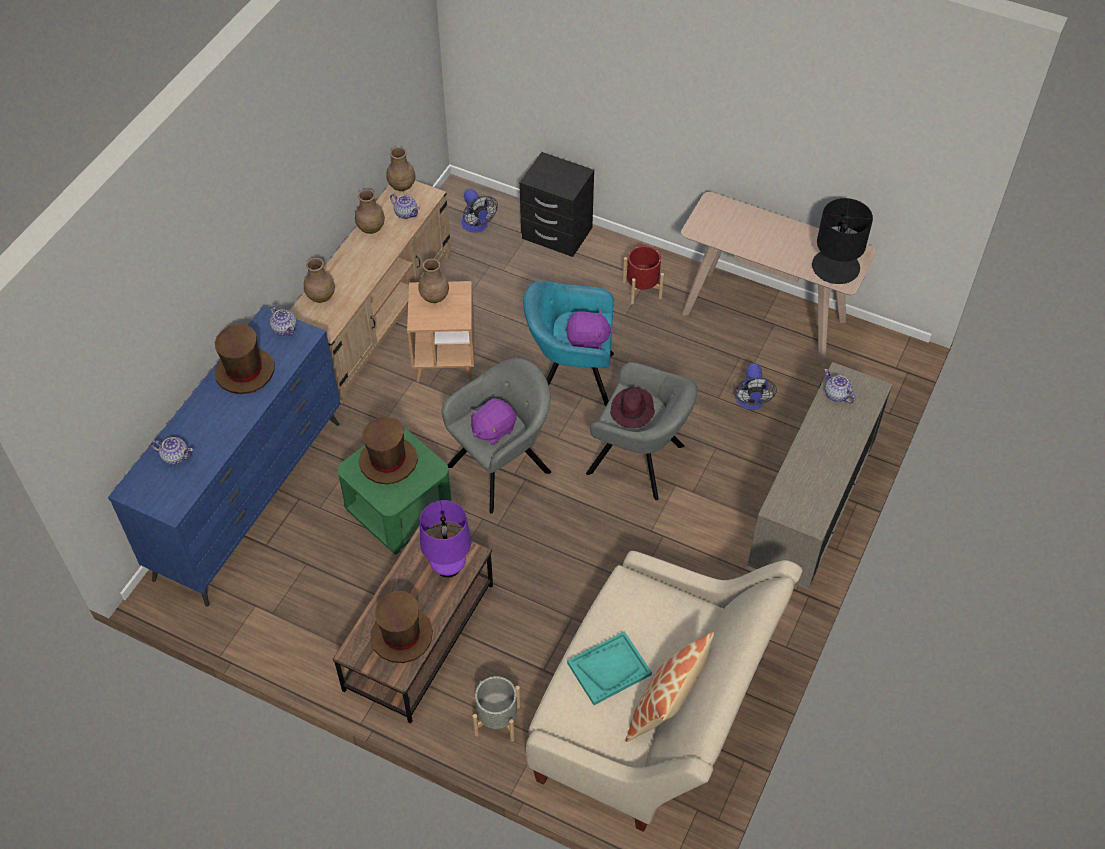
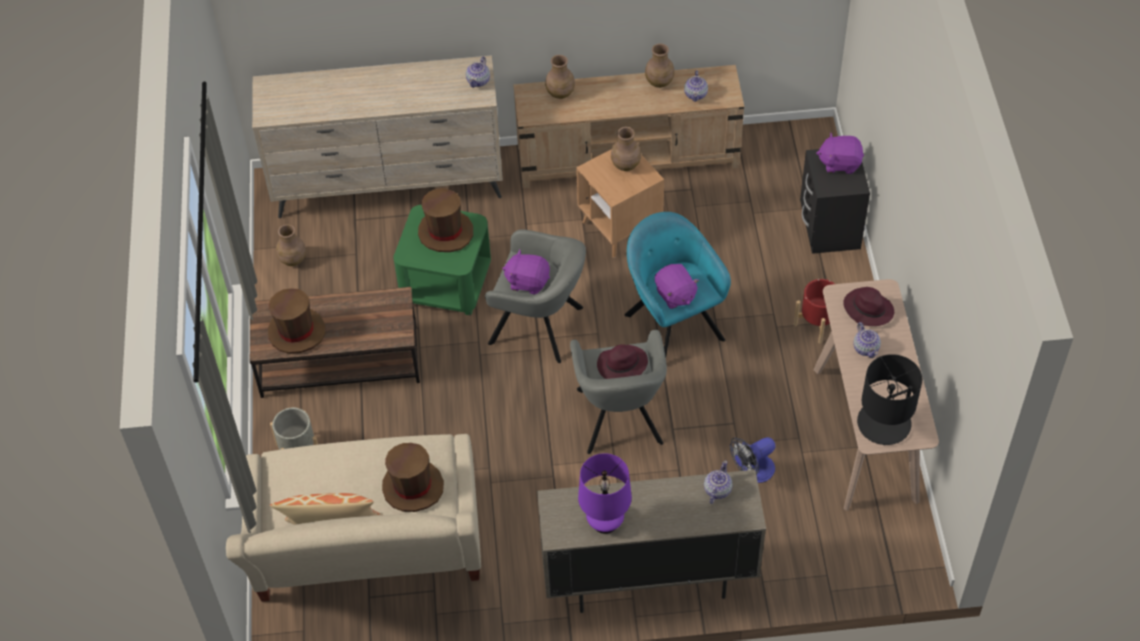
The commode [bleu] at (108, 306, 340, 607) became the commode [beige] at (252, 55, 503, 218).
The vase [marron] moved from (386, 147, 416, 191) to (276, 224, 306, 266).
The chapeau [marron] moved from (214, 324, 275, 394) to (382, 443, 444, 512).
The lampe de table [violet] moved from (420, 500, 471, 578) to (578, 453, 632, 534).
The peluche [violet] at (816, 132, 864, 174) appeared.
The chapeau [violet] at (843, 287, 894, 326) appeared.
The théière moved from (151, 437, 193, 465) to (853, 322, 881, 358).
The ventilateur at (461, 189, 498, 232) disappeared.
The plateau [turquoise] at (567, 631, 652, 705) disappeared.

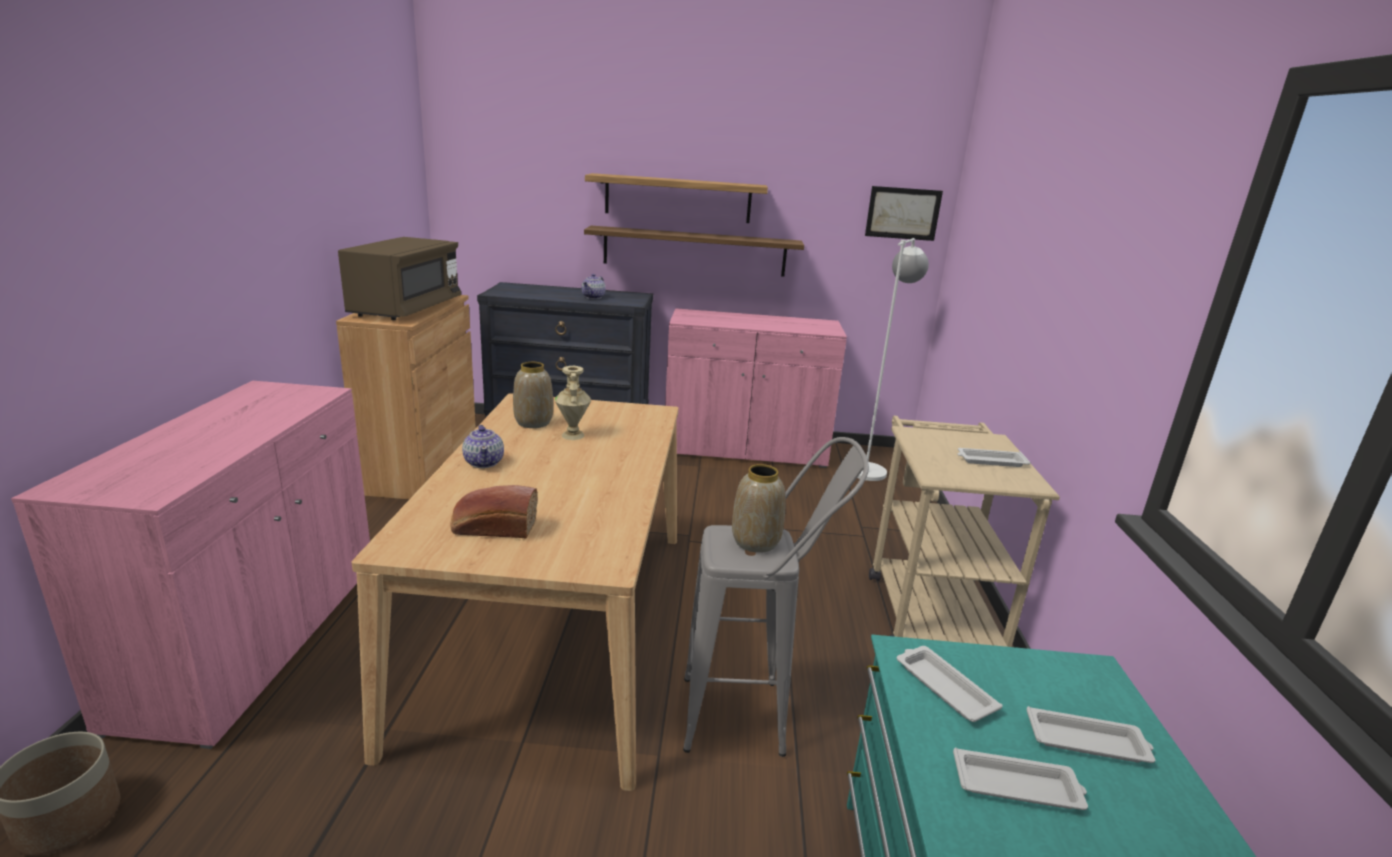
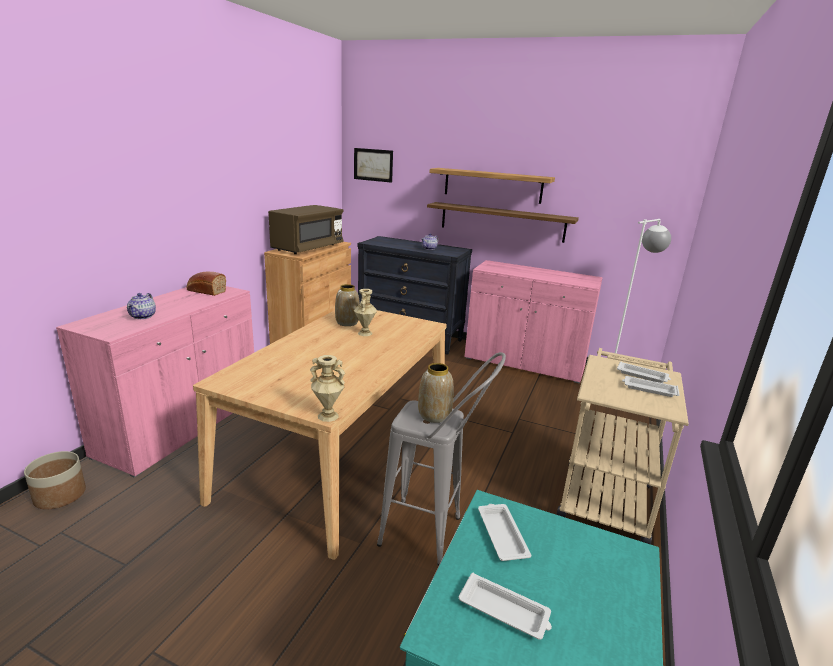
The théière moved from (462, 425, 504, 468) to (127, 293, 156, 319).
The pain moved from (450, 485, 538, 539) to (186, 272, 226, 296).
The vase [beige] at (310, 355, 345, 422) appeared.
The tableau moved from (865, 186, 943, 241) to (354, 148, 393, 183).
The plateau [blanc] moved from (1026, 706, 1155, 763) to (617, 362, 671, 383).

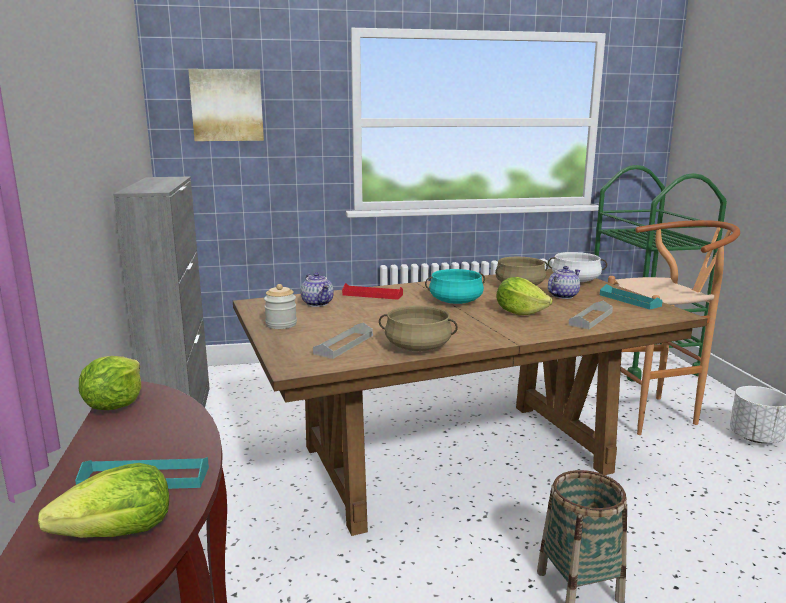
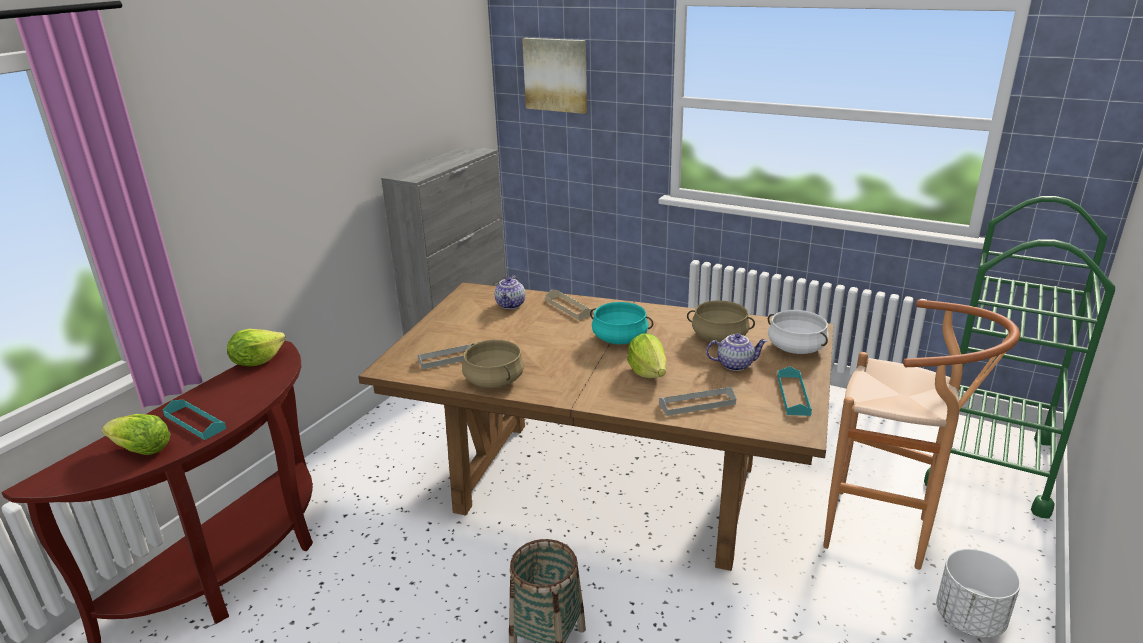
The plateau [rouge] at (342, 283, 403, 300) became the plateau [beige] at (545, 289, 593, 320).
The bocal at (264, 284, 297, 329) disappeared.

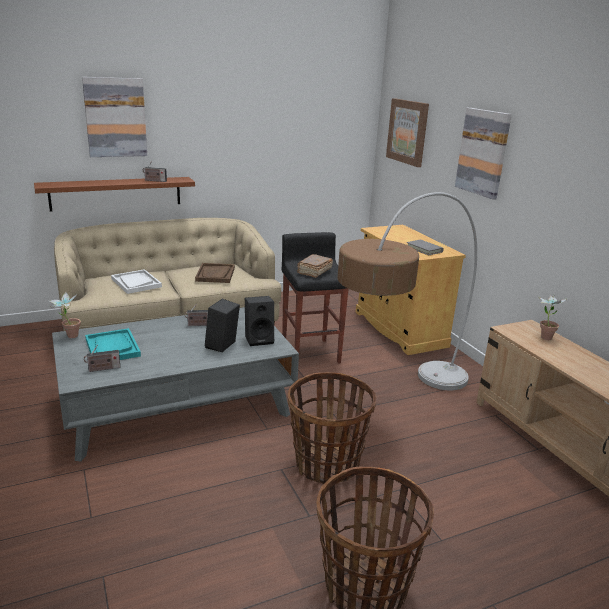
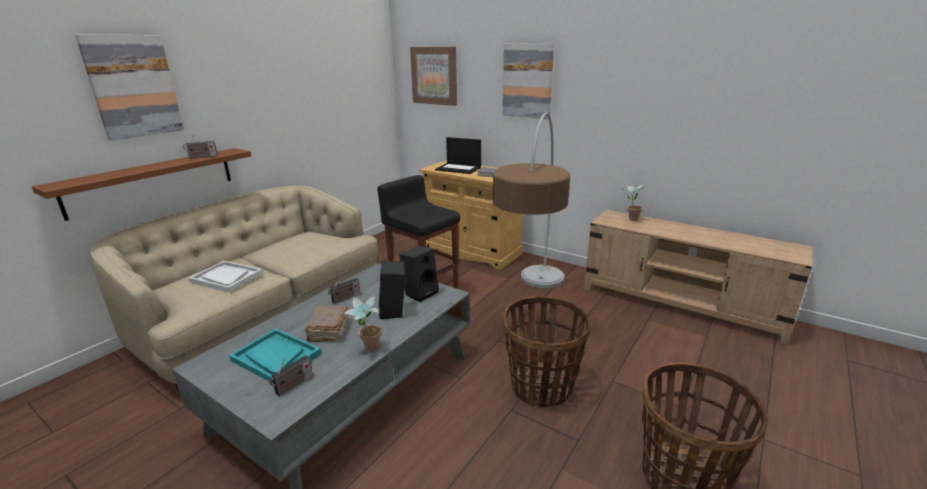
The livre [marron] moved from (297, 254, 333, 278) to (305, 305, 349, 342).
The plante en pot moved from (49, 292, 81, 338) to (343, 294, 382, 351).
The ordinateur portable at (435, 137, 481, 174) appeared.
The plateau [marron] at (195, 263, 235, 283) disappeared.

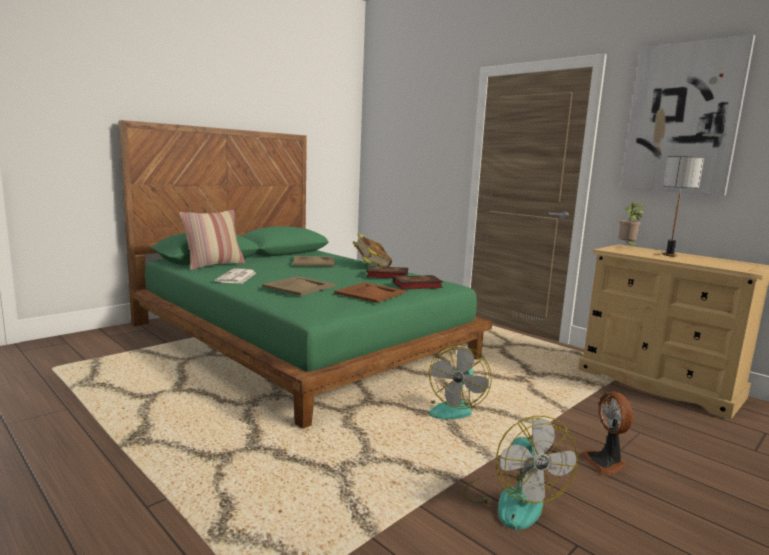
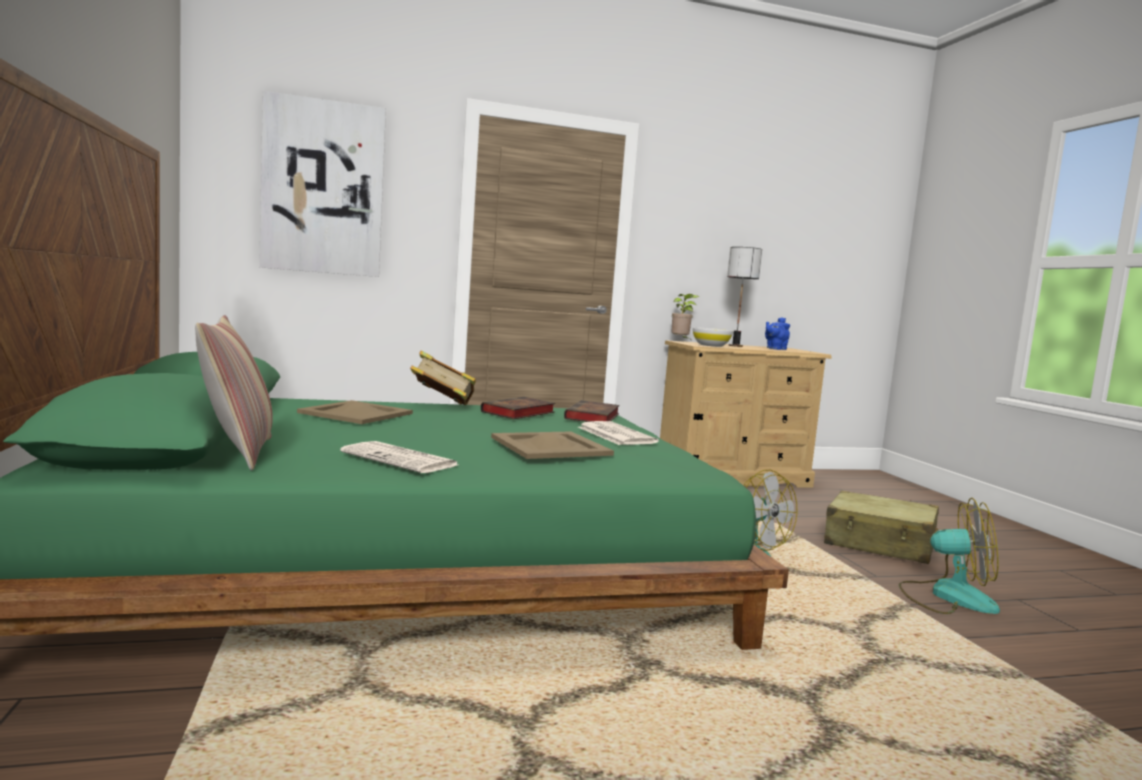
The tableau moved from (621, 34, 755, 195) to (259, 91, 386, 277).
The plateau [marron] at (334, 282, 406, 303) was replaced by the journal at (578, 421, 659, 445).
The bol [blanc] at (693, 327, 733, 347) appeared.
The théière [bleu] at (765, 317, 790, 350) appeared.
The ventilateur at (580, 392, 633, 475) was replaced by the valise [beige] at (824, 490, 939, 564).

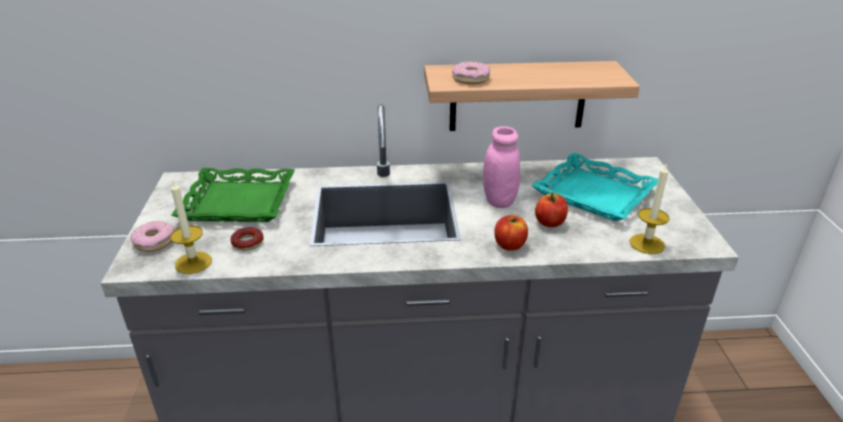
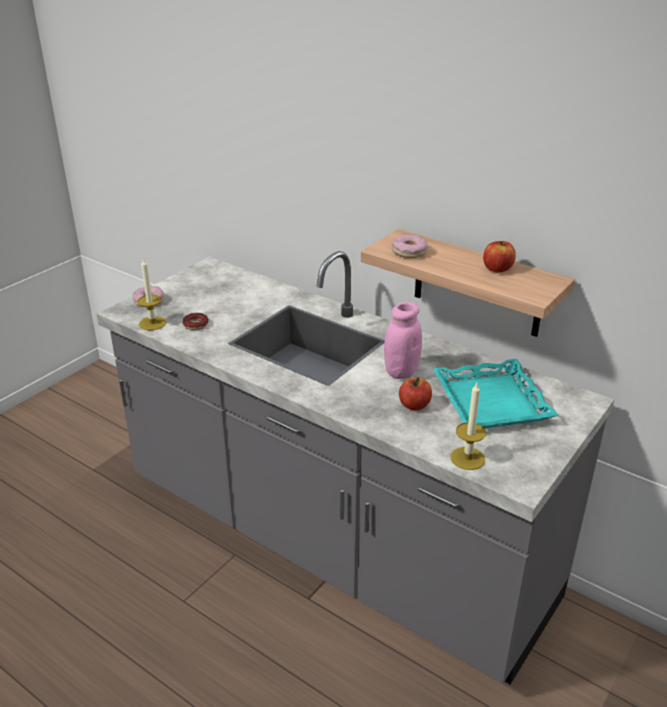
The pomme moved from (494, 215, 528, 251) to (483, 241, 516, 272).
The plateau [vert] at (171, 168, 295, 222) disappeared.

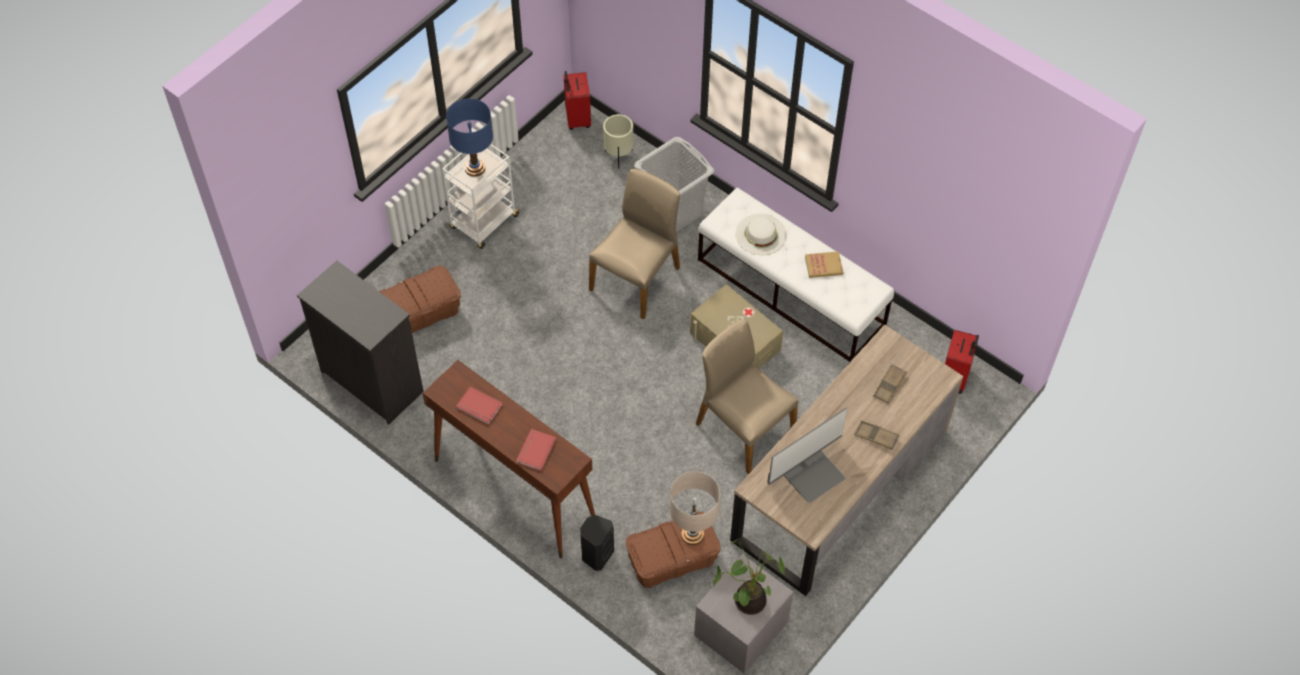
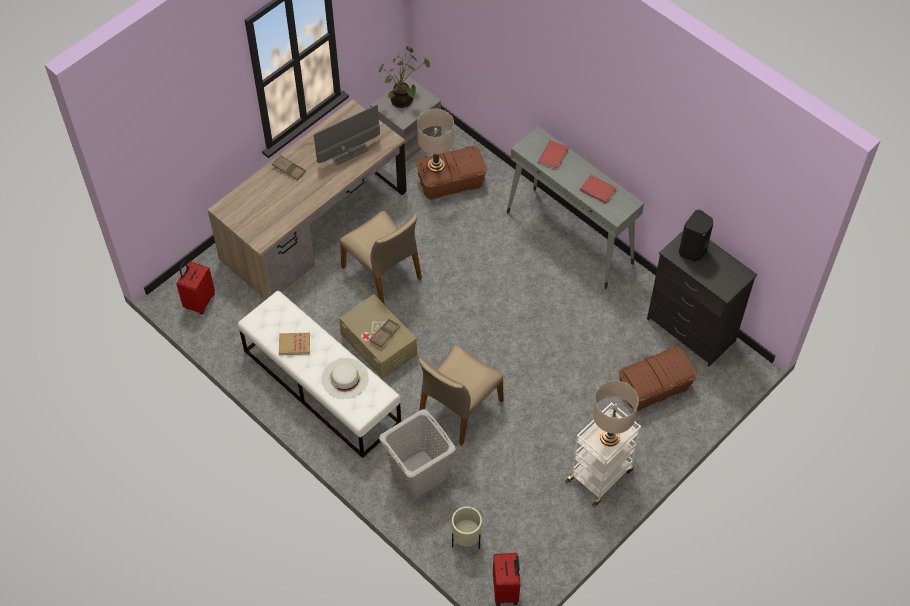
The plateau [marron] moved from (873, 364, 907, 404) to (369, 319, 401, 347).
The table console [marron] at (423, 360, 595, 558) became the table console [gris] at (507, 126, 644, 289).
The lampe de table [bleu] at (446, 99, 493, 177) became the lampe de table [beige] at (593, 381, 639, 447).
The enceinte [noir] moved from (580, 515, 614, 571) to (679, 210, 713, 262).

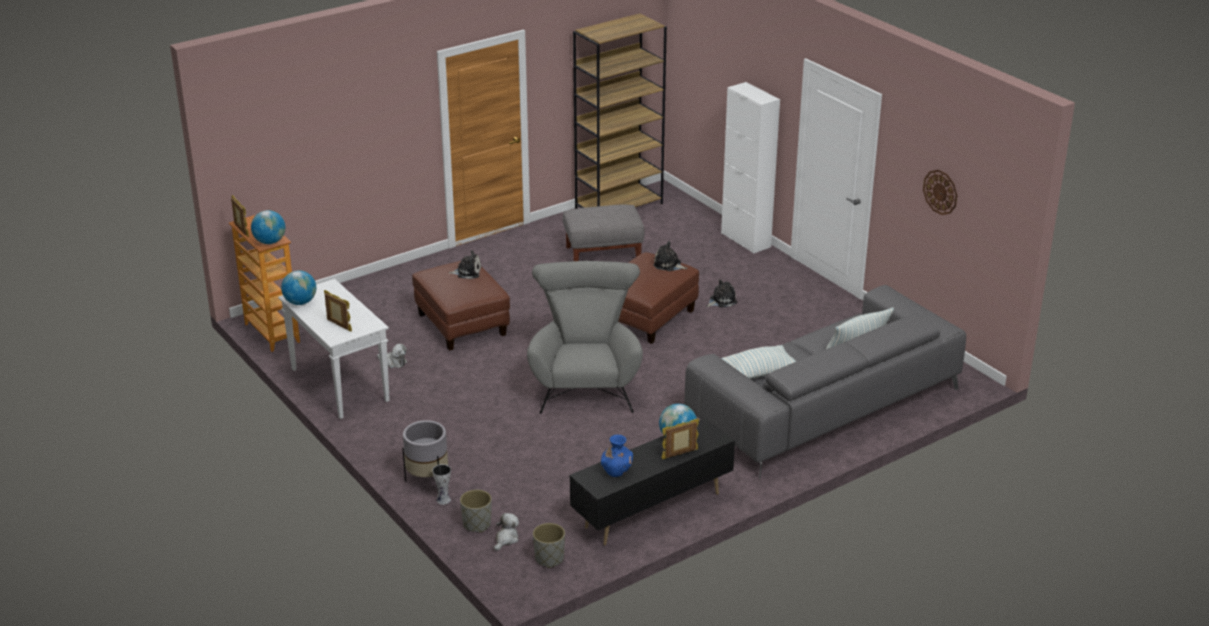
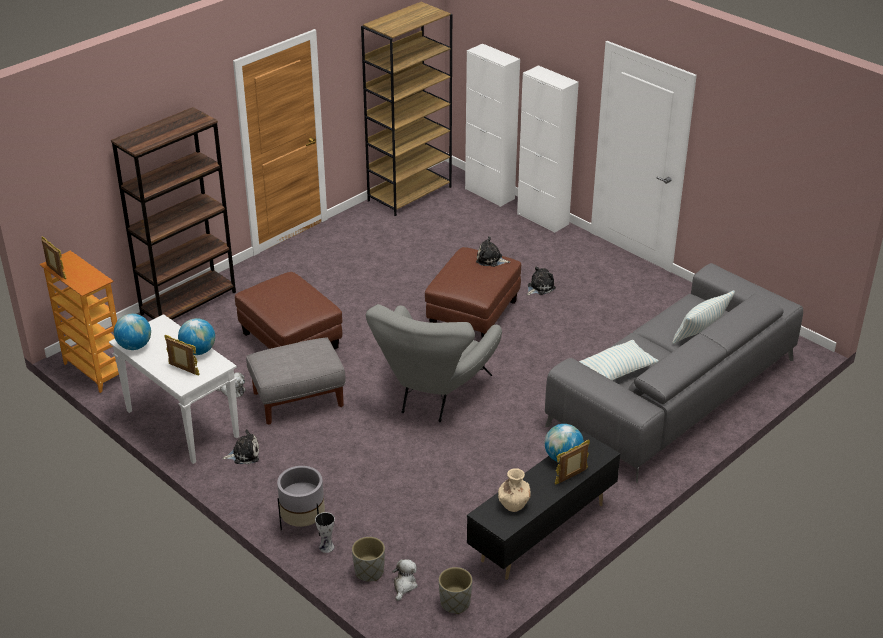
The bibliothèque [marron] at (111, 107, 236, 320) appeared.
The globe moved from (251, 210, 285, 244) to (178, 318, 215, 355).
The peluche moved from (449, 250, 481, 279) to (222, 429, 259, 464).
The pouf [gris] moved from (563, 205, 644, 261) to (246, 337, 346, 424).
The fauteuil [gris] at (527, 261, 643, 414) turned 150 degrees counterclockwise.
The meuble de rangement [blanc] at (465, 44, 520, 207) appeared.
The vase [bleu] at (601, 435, 633, 477) became the vase [beige] at (498, 468, 531, 512).
The horloge murale at (923, 170, 958, 215) disappeared.

